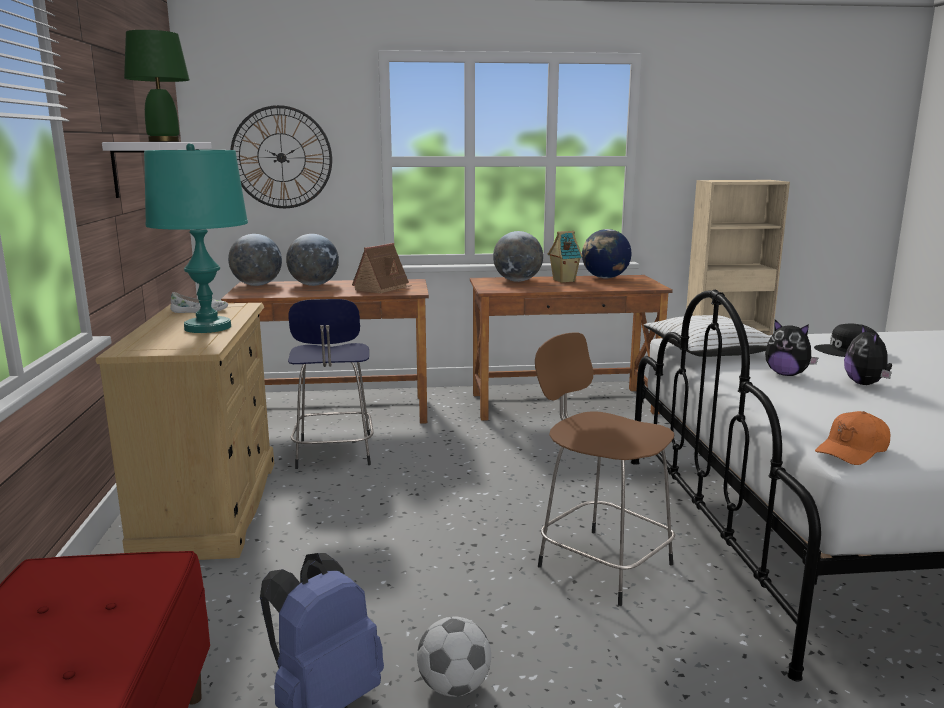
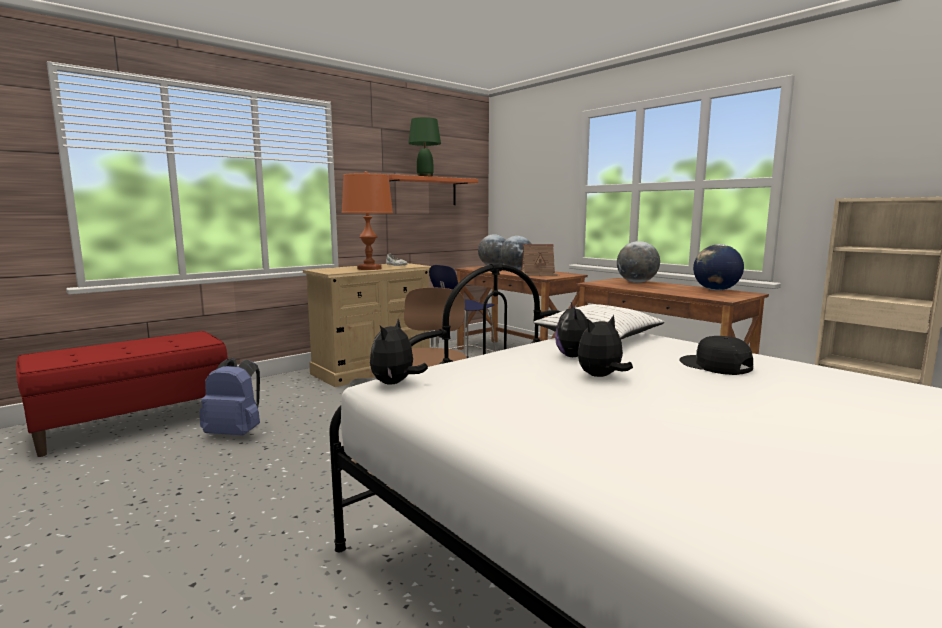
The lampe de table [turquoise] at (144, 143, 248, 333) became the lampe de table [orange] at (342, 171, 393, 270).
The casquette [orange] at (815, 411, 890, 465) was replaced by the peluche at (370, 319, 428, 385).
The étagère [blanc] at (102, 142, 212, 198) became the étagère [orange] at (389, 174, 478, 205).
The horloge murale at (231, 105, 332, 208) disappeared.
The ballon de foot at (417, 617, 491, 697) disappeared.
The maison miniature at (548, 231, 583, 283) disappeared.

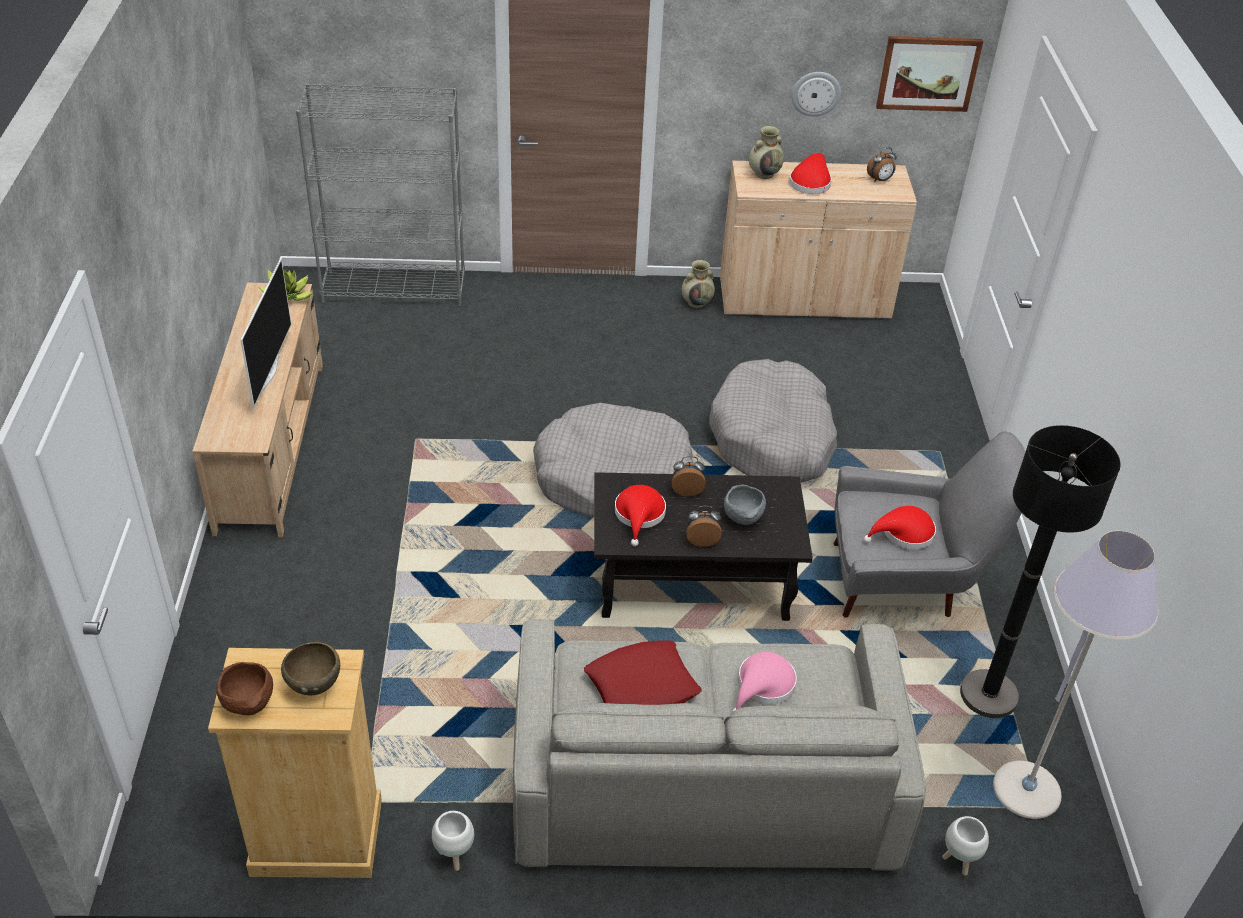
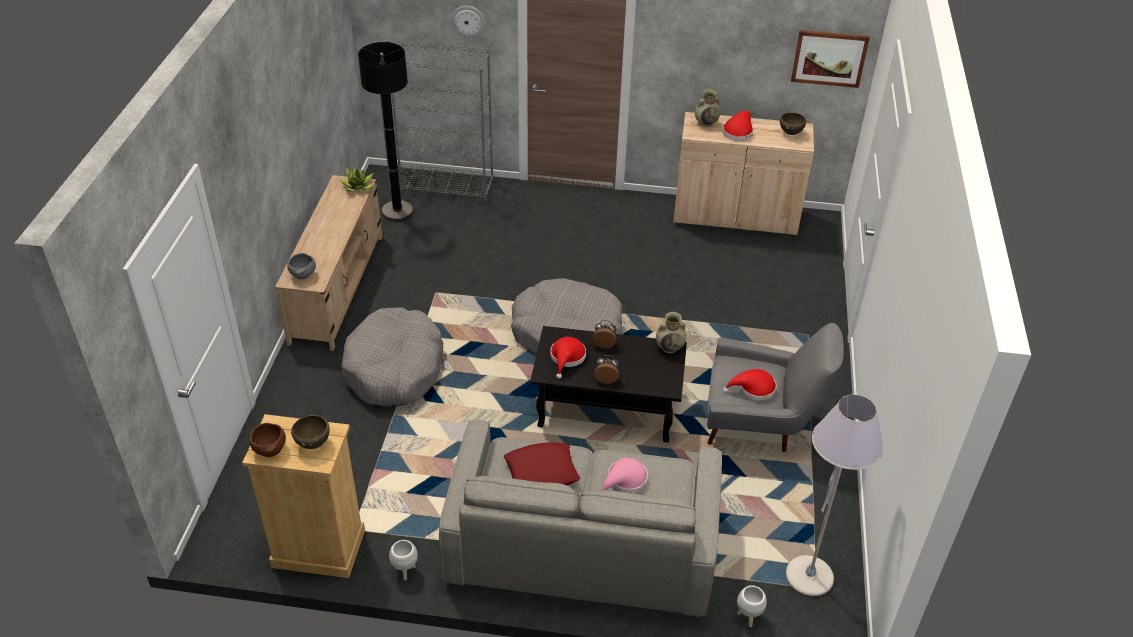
The bol [gris] moved from (724, 485, 766, 525) to (287, 253, 316, 279).
The panier pour chien [gris] moved from (709, 359, 837, 482) to (341, 307, 443, 406).
The lampadaire [noir] moved from (960, 425, 1120, 718) to (358, 42, 413, 222).
The horloge murale moved from (791, 72, 841, 117) to (451, 6, 486, 38).
The vase [beige] moved from (682, 260, 715, 308) to (656, 312, 686, 353).
The réveil at (867, 148, 897, 182) was replaced by the bol [marron] at (780, 113, 806, 135).
The téléviseur at (240, 258, 292, 408) disappeared.

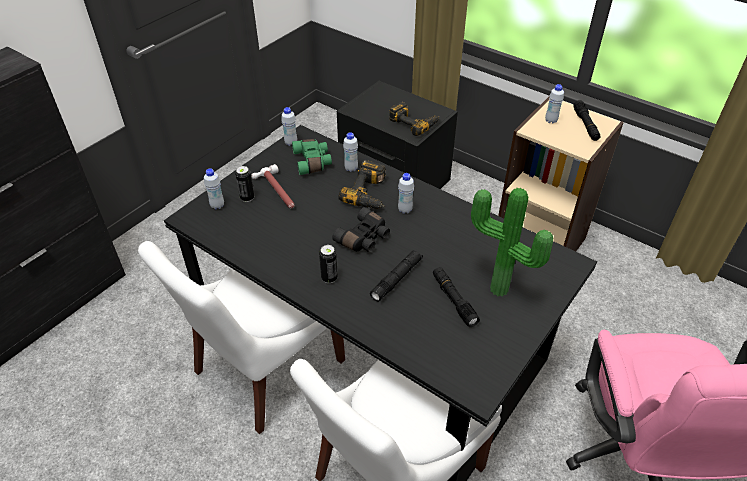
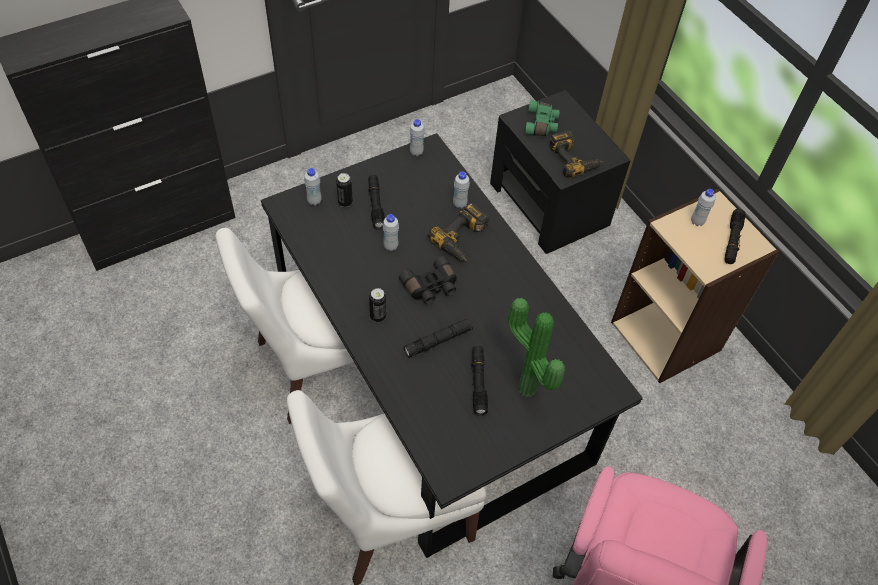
The marteau at (251, 164, 295, 209) was replaced by the lampe de poche [noir] at (368, 175, 385, 230).
The bouteille [blanc] moved from (398, 173, 414, 214) to (383, 214, 399, 251).
The jumelles [vert] moved from (292, 139, 332, 175) to (525, 100, 560, 136).

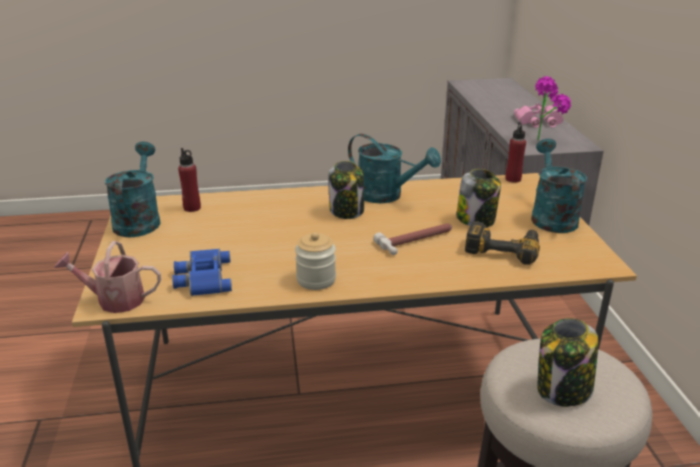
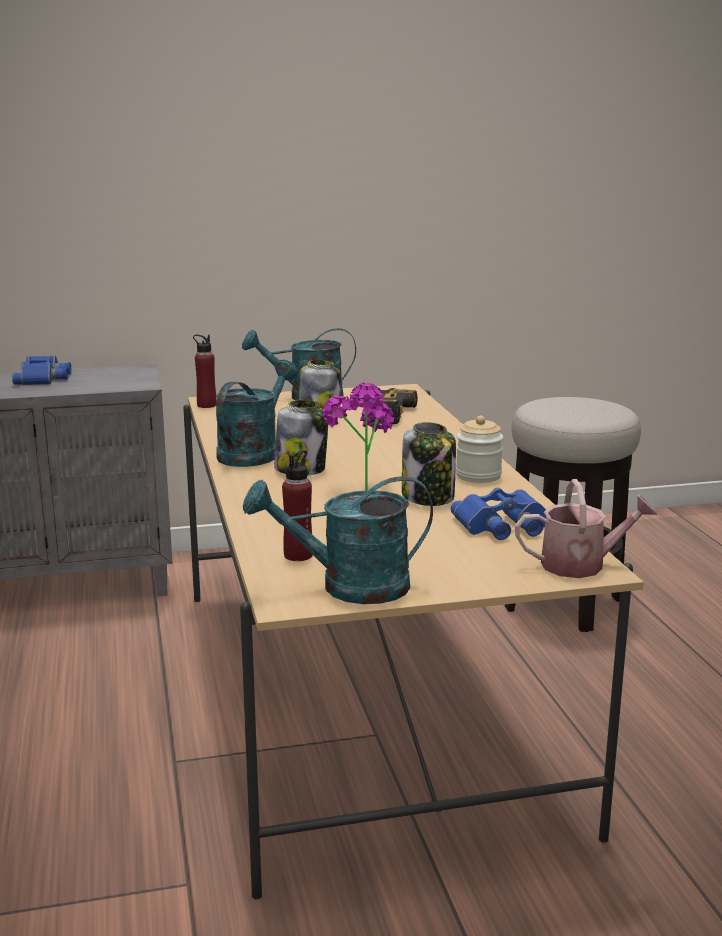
The jumelles [rose] at (514, 103, 564, 128) became the jumelles [bleu] at (12, 355, 71, 385).
The plante en pot moved from (535, 76, 571, 140) to (322, 383, 394, 491).
The bocal moved from (537, 318, 598, 407) to (402, 422, 456, 506).
The arrosoir at (54, 241, 161, 313) turned 90 degrees counterclockwise.
The marteau at (373, 224, 452, 255) disappeared.

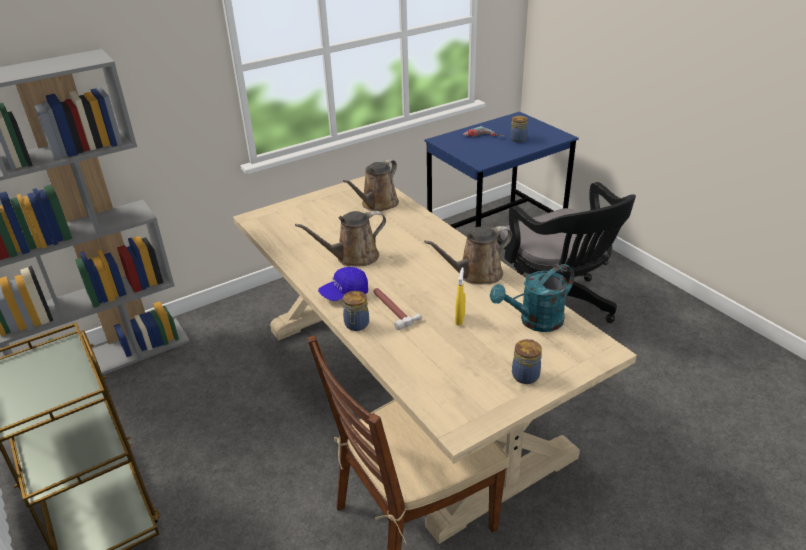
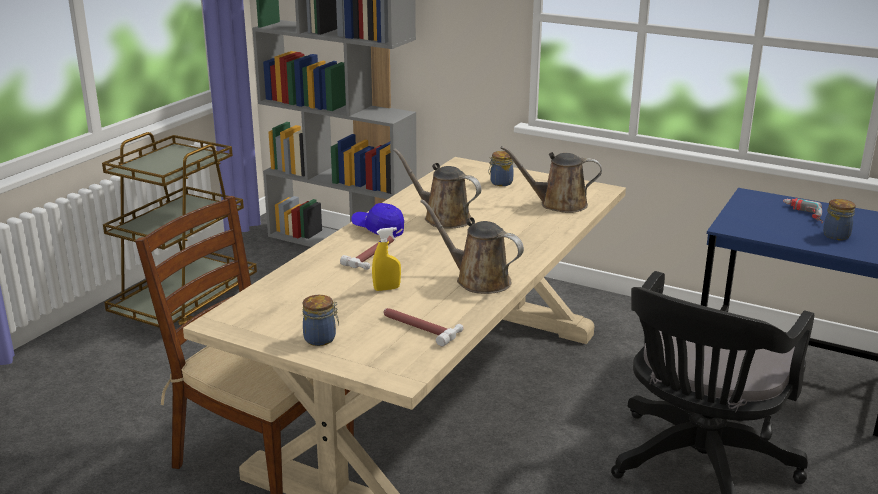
The arrosoir [turquoise] at (490, 264, 574, 332) was replaced by the marteau at (383, 308, 463, 347).
The bocal moved from (343, 291, 369, 331) to (488, 151, 514, 186).

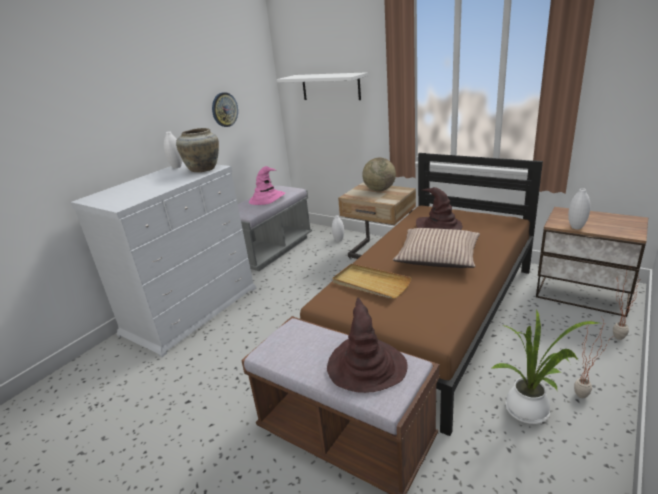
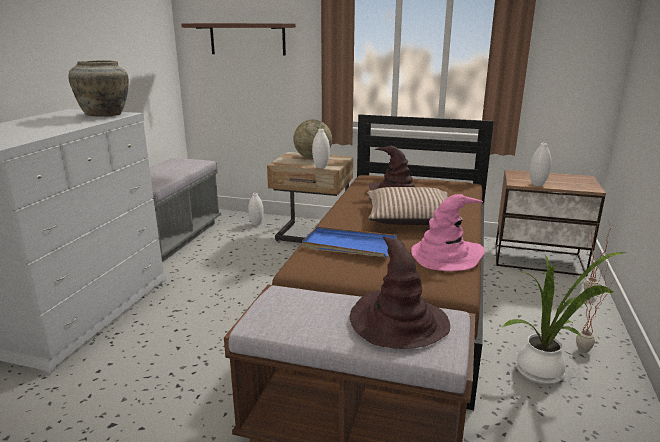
The étagère [blanc] at (277, 72, 368, 100) became the étagère [marron] at (181, 23, 296, 56).
The plateau [beige] at (332, 264, 412, 299) became the plateau [bleu] at (302, 227, 397, 257).
The vase [blanc] moved from (164, 131, 182, 168) to (312, 129, 330, 169).
The chapeau [rose] moved from (249, 166, 285, 205) to (411, 194, 485, 271).
The horloge murale at (212, 92, 238, 127) disappeared.

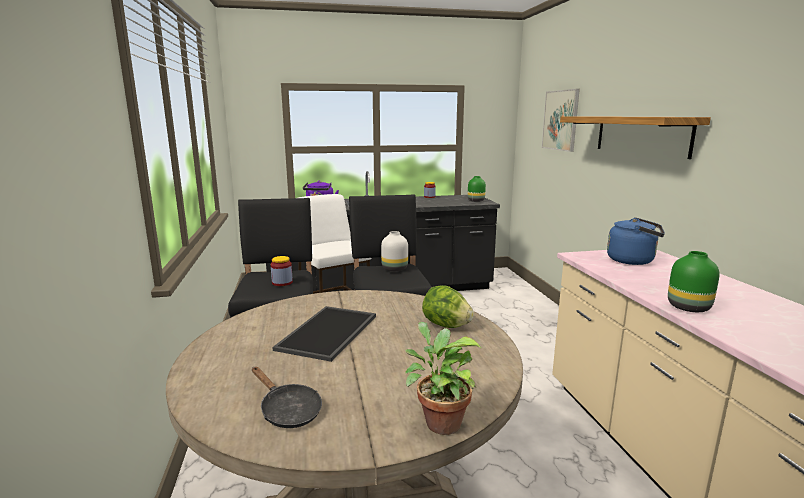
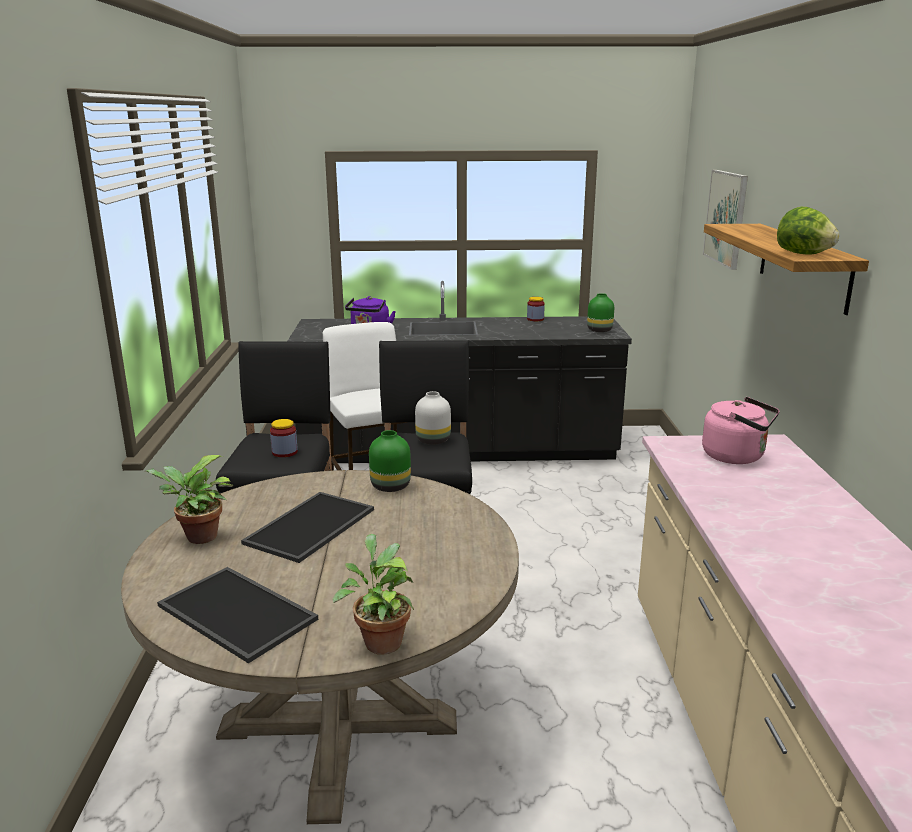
The plante en pot at (146, 455, 233, 544) appeared.
The poêle [noir] at (252, 367, 322, 428) was replaced by the plateau at (157, 567, 318, 664).
The vase [vert] moved from (668, 251, 720, 312) to (369, 430, 411, 492).
The bouilloire [bleu] at (607, 217, 665, 265) became the bouilloire [rose] at (702, 397, 779, 464).
The laitue moved from (422, 285, 474, 328) to (777, 207, 839, 255).

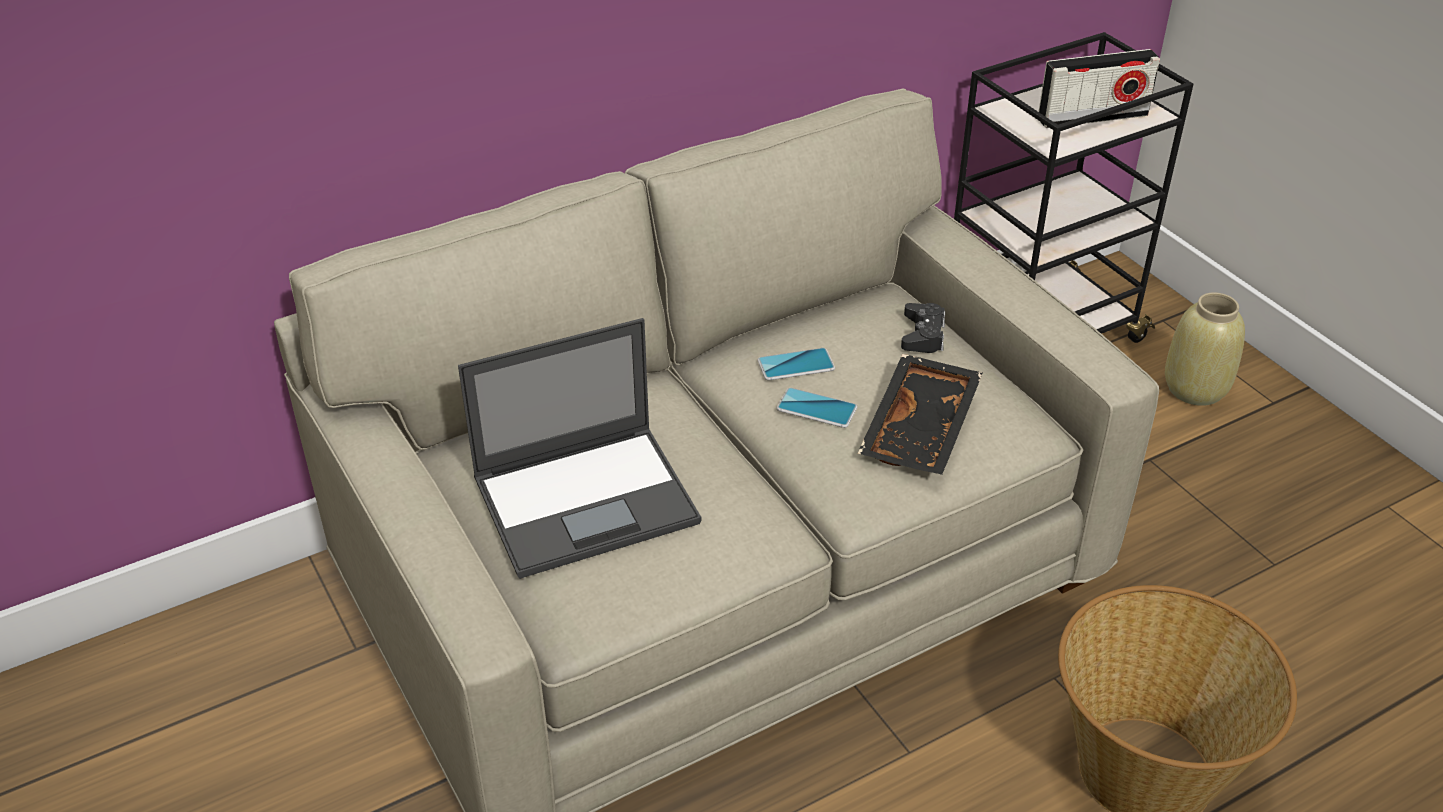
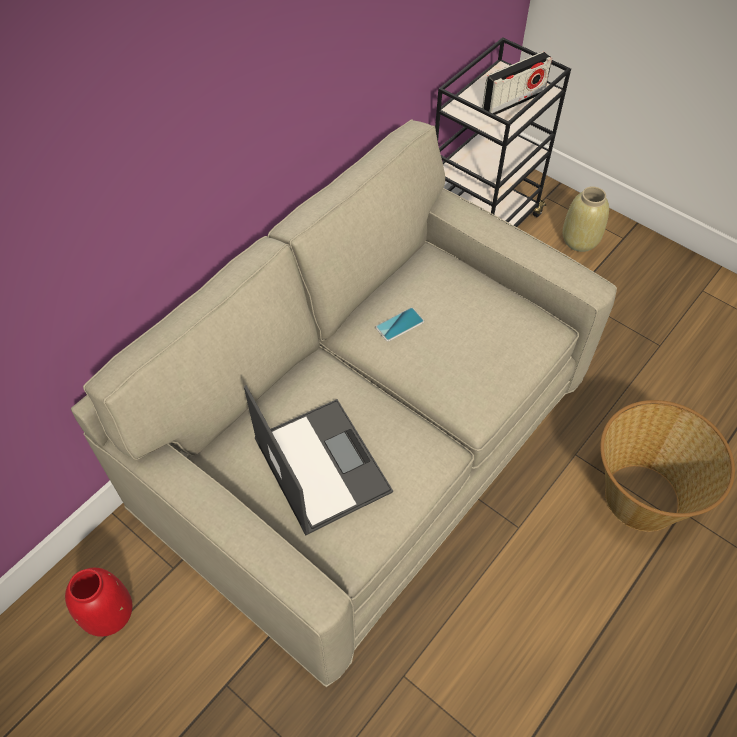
The vase [rouge] at (65, 568, 133, 637) appeared.
The ordinateur portable at (458, 318, 701, 579) turned 75 degrees counterclockwise.
The téléphone at (777, 388, 857, 428) disappeared.
The plateau [noir] at (858, 354, 983, 475) disappeared.
The manette [noir] at (901, 303, 945, 353) disappeared.

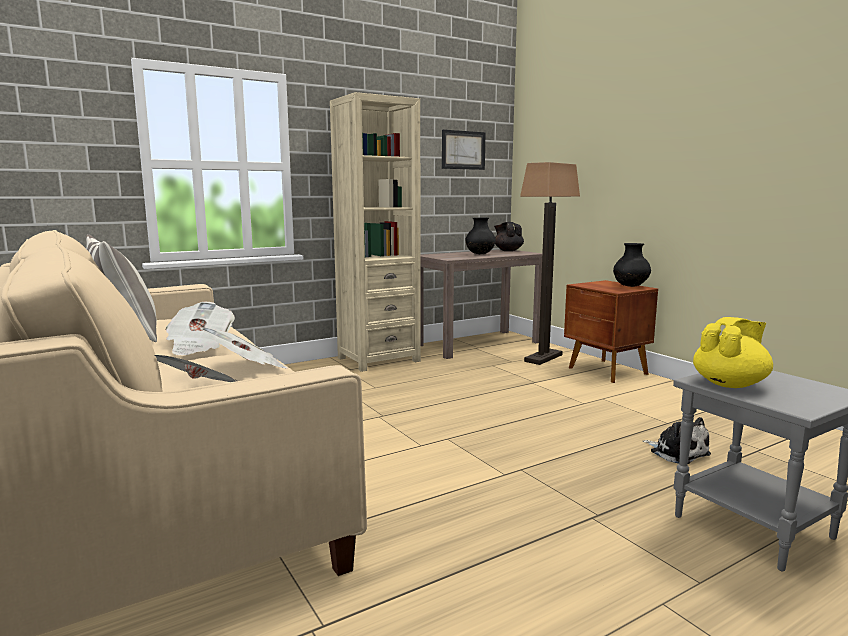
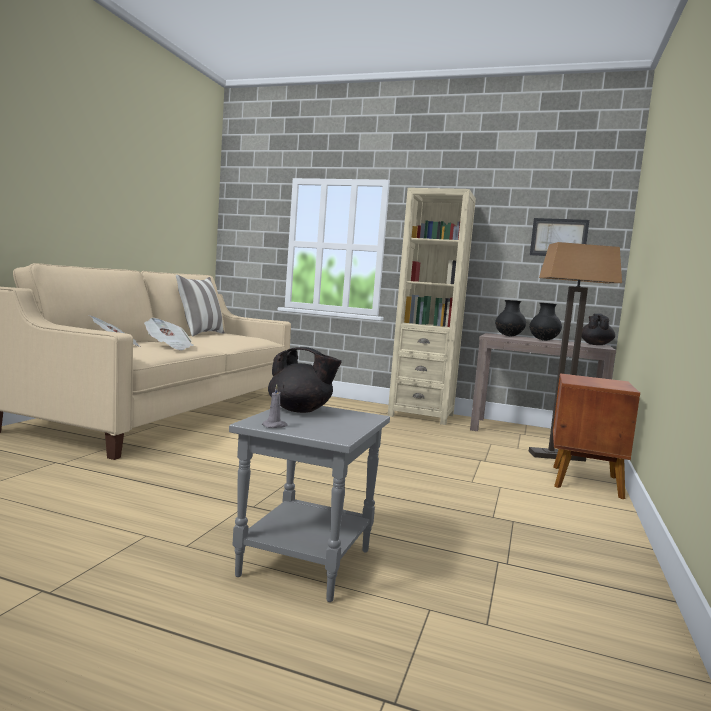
The bougie [gris] at (262, 384, 288, 428) appeared.
The théière [jaune] at (693, 317, 773, 388) became the théière [noir] at (268, 347, 342, 413).
The vase [noir] moved from (613, 243, 651, 287) to (495, 300, 526, 336).
The journal at (165, 302, 235, 355) disappeared.
The peluche at (643, 417, 711, 464) disappeared.

